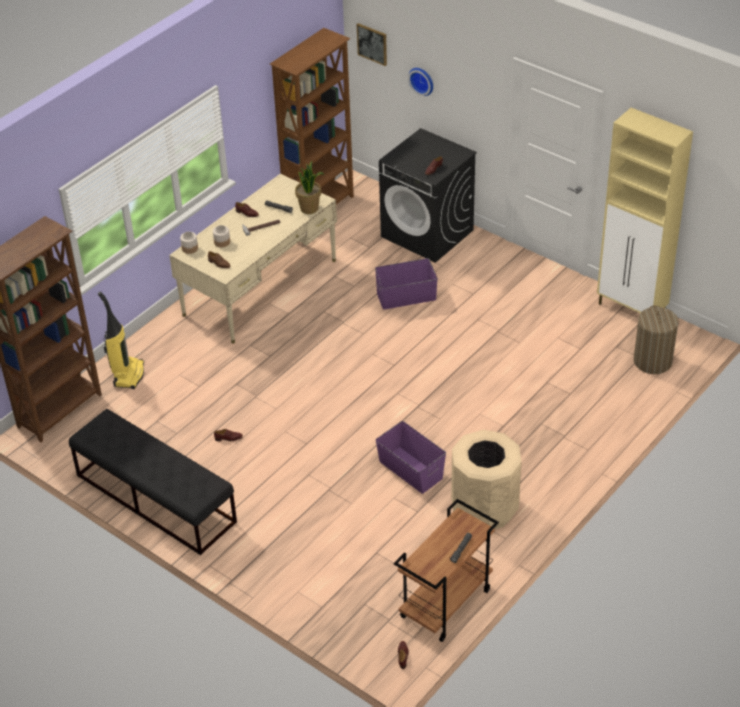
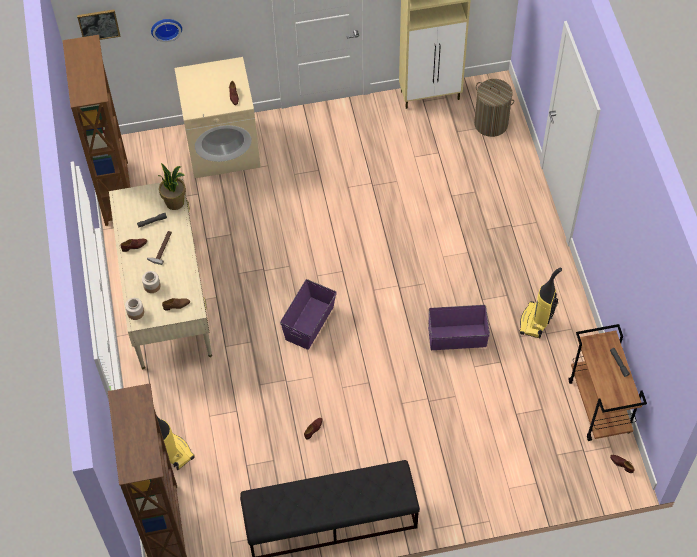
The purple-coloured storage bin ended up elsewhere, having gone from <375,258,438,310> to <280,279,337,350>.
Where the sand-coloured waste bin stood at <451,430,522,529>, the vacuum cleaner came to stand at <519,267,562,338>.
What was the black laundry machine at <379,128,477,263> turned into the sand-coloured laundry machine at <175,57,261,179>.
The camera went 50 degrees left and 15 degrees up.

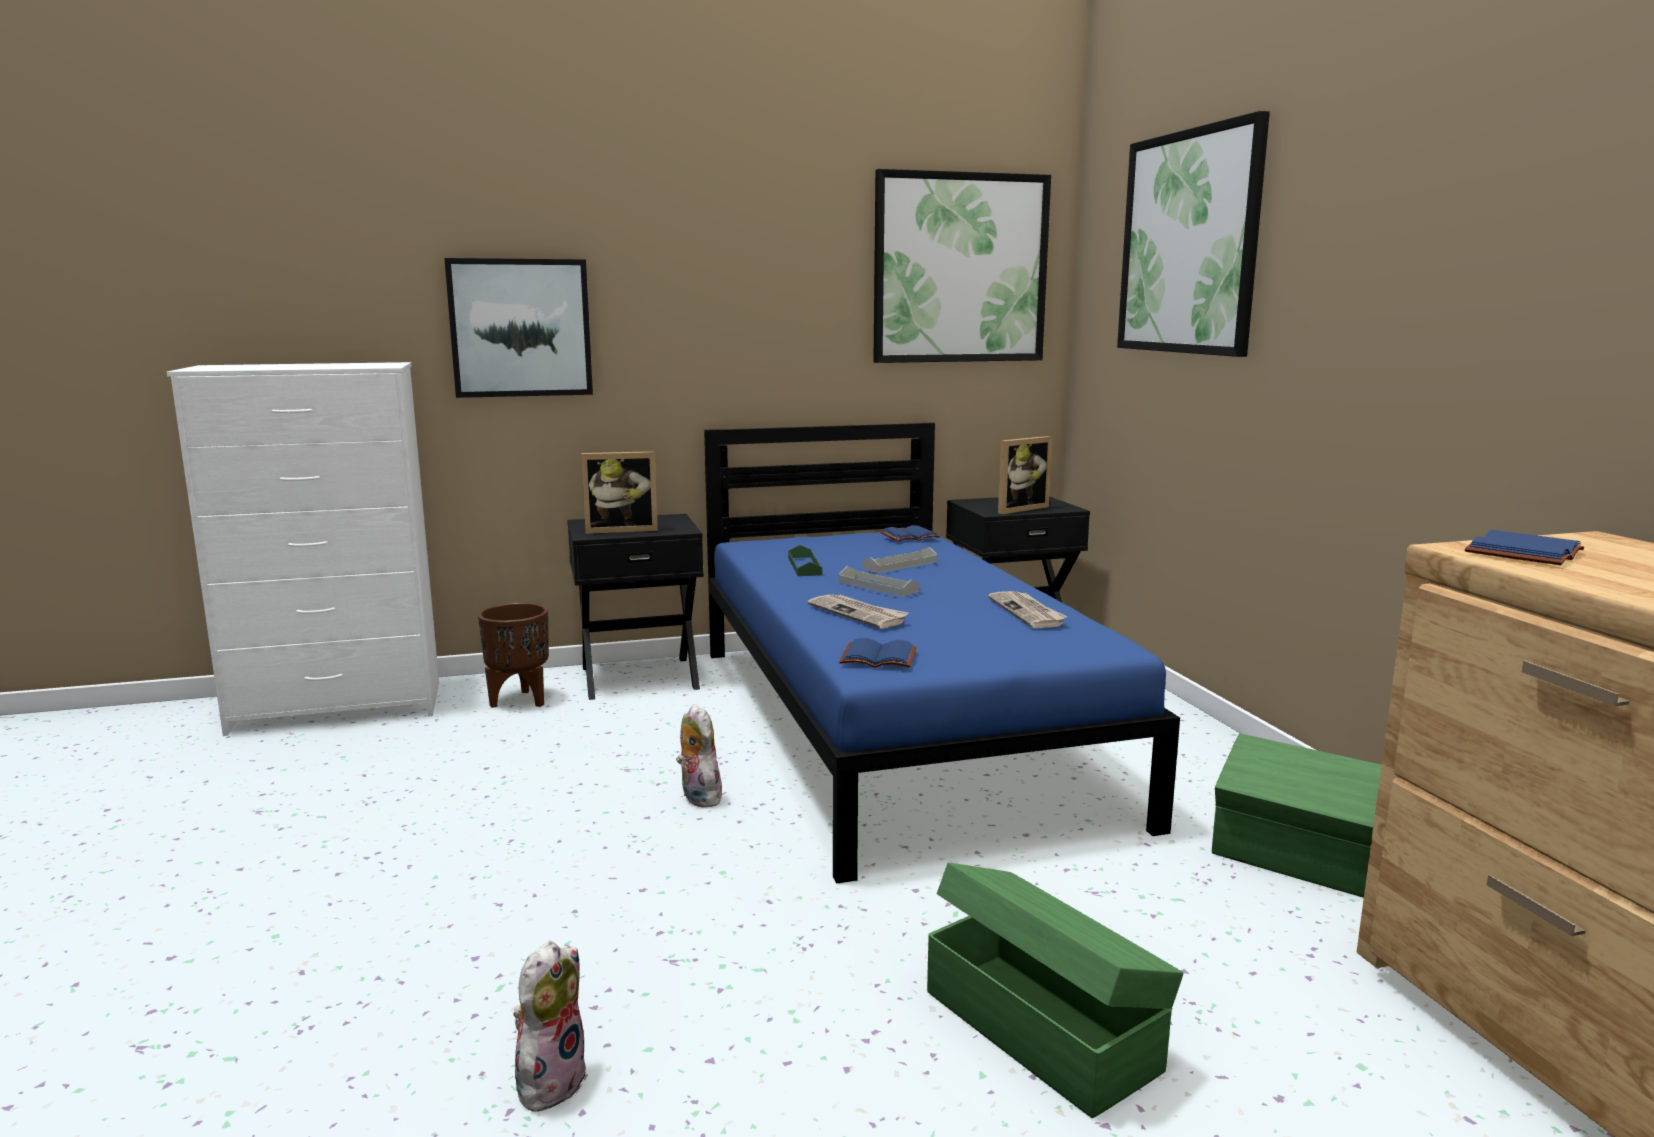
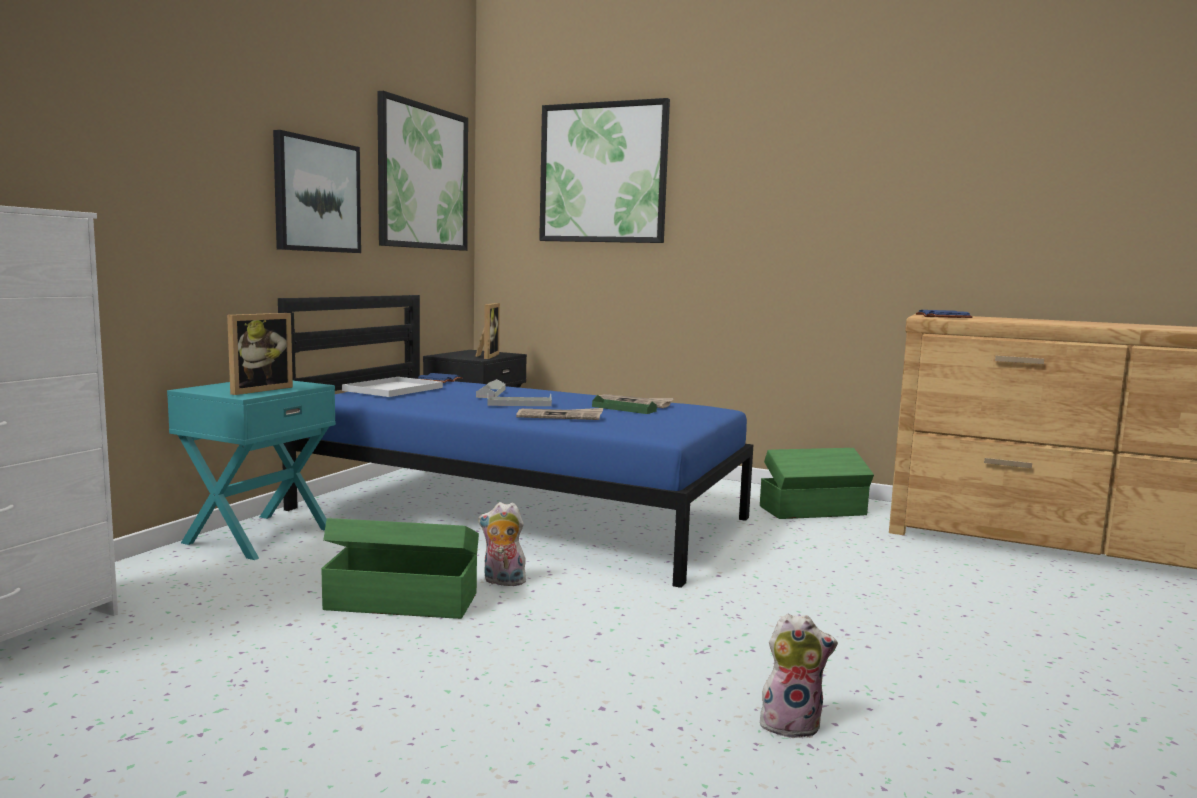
The second view lost the brownish planter at <478,603,549,708>.
The second view lost the bluish book at <839,638,917,668>.
The second view gained the whitish serving tray at <342,377,443,397>.
The picture ended up elsewhere, having gone from <444,258,593,398> to <273,130,361,253>.
The green serving tray ended up elsewhere, having gone from <788,545,822,576> to <592,395,657,414>.
The green storage bin ended up elsewhere, having gone from <927,863,1183,1118> to <321,518,479,619>.
What was the black bedside table at <567,514,704,700> turned into the blue-green bedside table at <167,381,336,560>.
The cuddly toy at <513,941,588,1112> ended up facing another way, 120 degrees clockwise from before.
The camera went 50 degrees left and 5 degrees down.

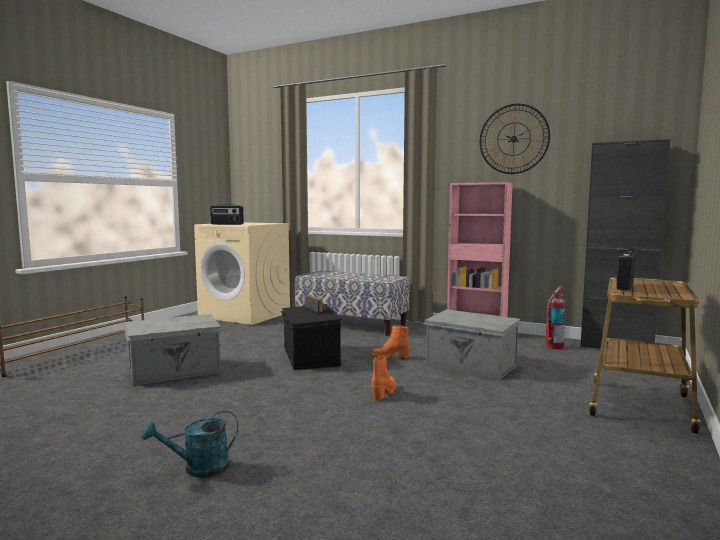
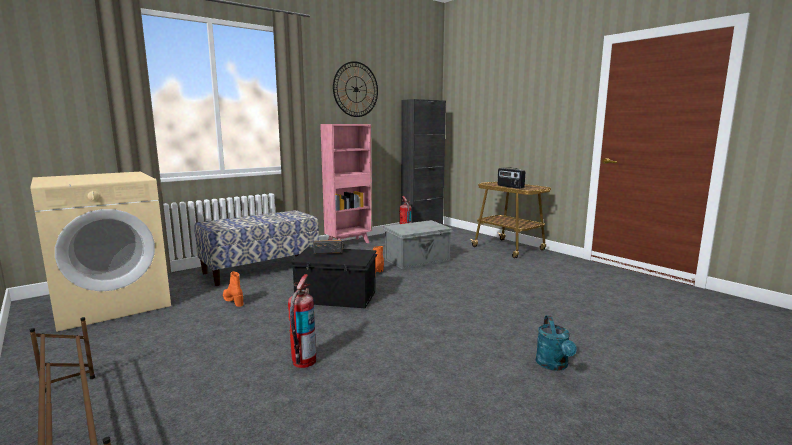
The second view lost the radio receiver at <210,204,244,225>.
The orange boot ended up elsewhere, having gone from <371,355,396,400> to <223,271,243,307>.
Where the grey storage bin stood at <124,314,223,386>, the fire-fighting cylinder came to stand at <288,274,316,368>.
The camera went 65 degrees left and 5 degrees up.

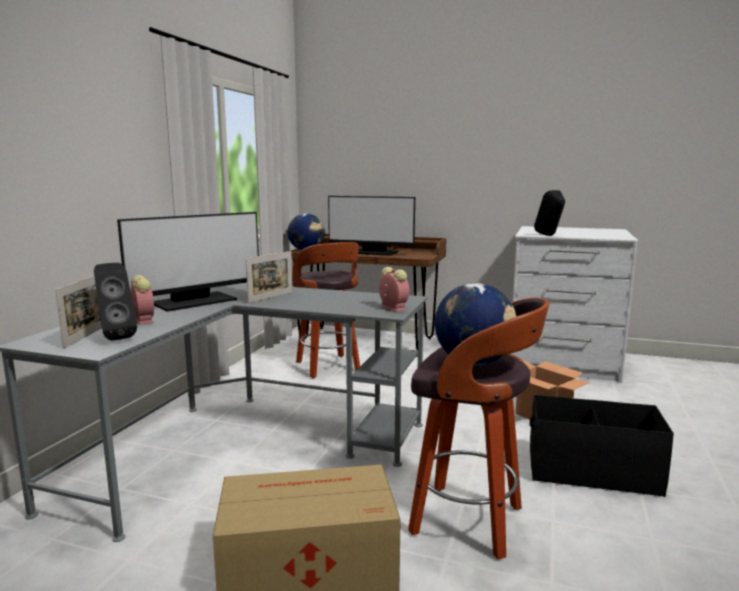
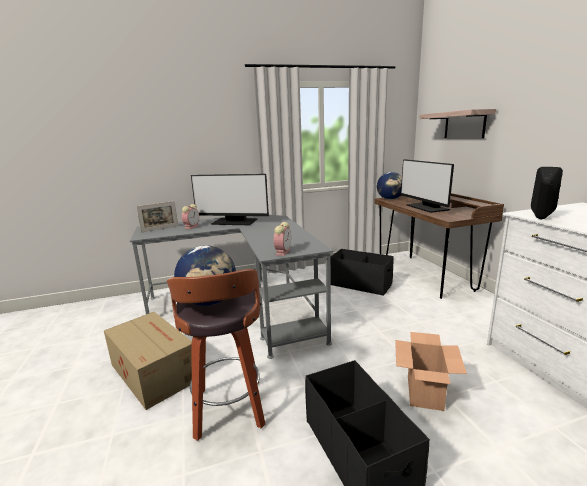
The second view lost the black audio speaker at <94,263,137,341>.
The second view lost the picture frame at <246,251,293,303>.
The second view gained the shelf at <420,109,496,138>.
Where the sitting stool stood at <292,242,360,378>, the black storage bin came to stand at <330,249,394,296>.
The camera went 55 degrees right and 5 degrees up.

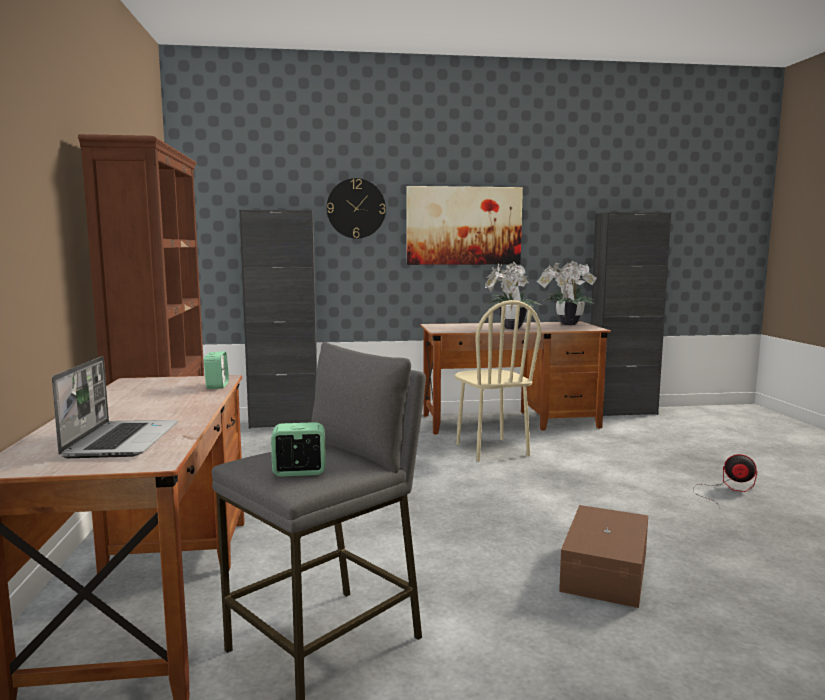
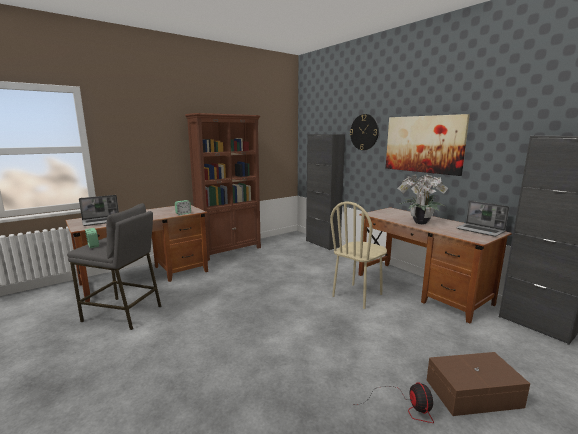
The brownish storage bin ended up elsewhere, having gone from <559,505,648,608> to <427,352,530,416>.
Where the potted plant stood at <537,261,597,325>, the portable computer came to stand at <456,201,509,237>.
The camera went 60 degrees right and 5 degrees up.

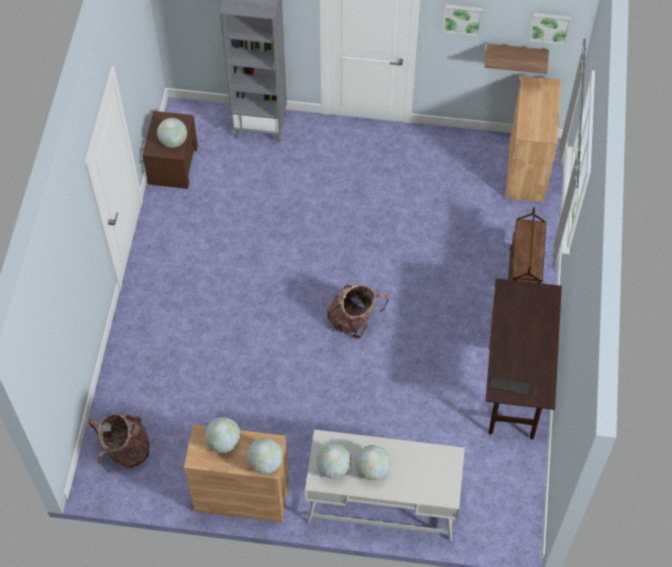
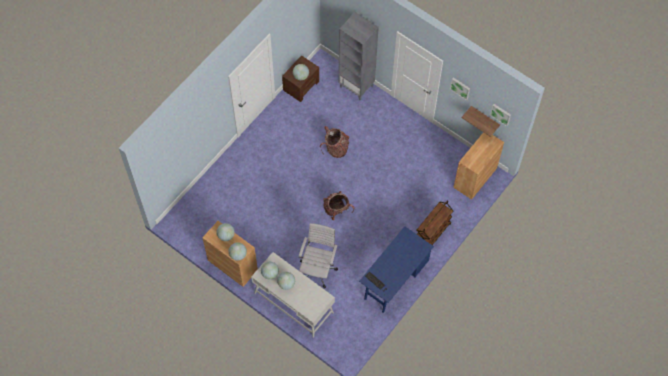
The second view gained the whitish office chair at <299,223,338,288>.
The knapsack ended up elsewhere, having gone from <88,413,150,473> to <320,126,349,158>.
What was the brownish desk at <485,278,562,440> turned into the bluish desk at <359,226,434,313>.
The camera went 30 degrees right and 5 degrees up.

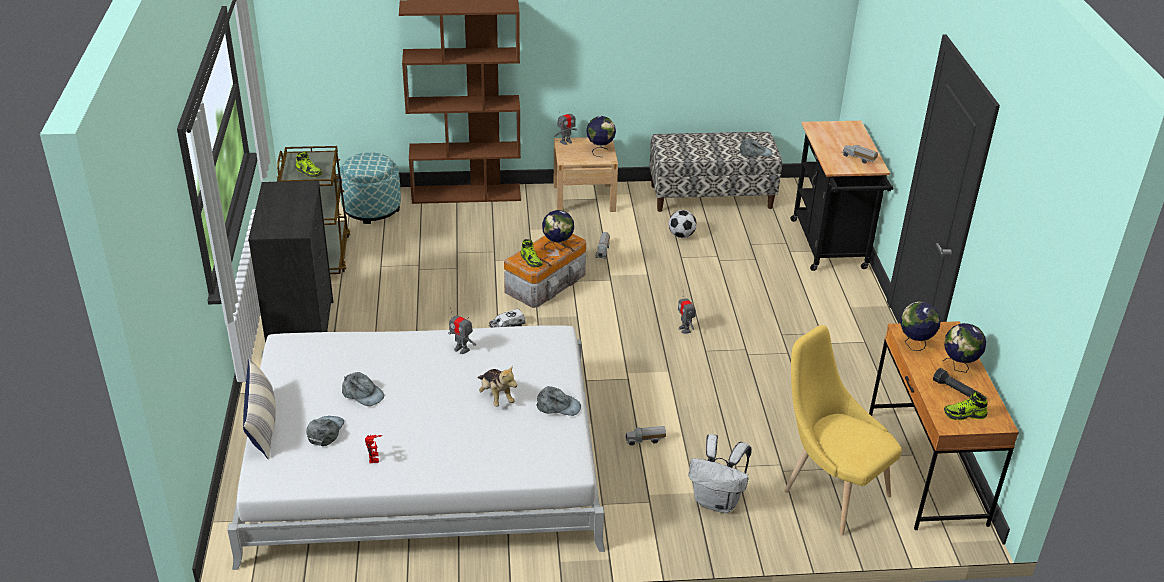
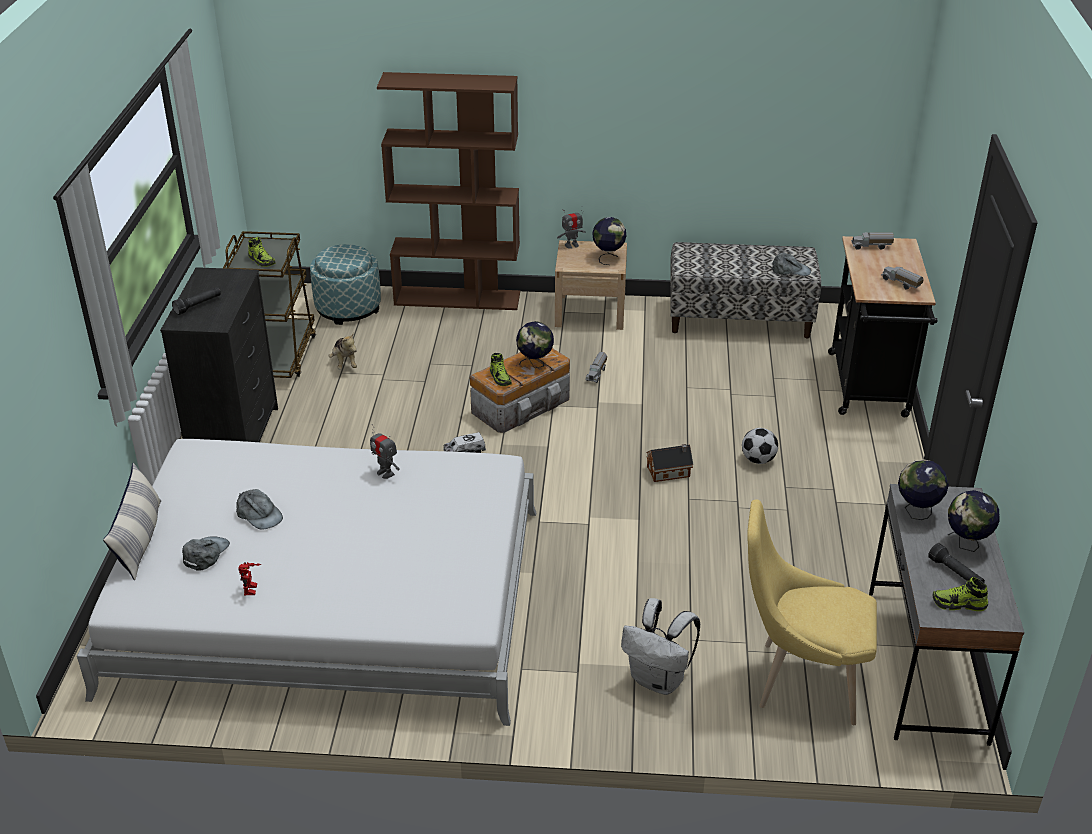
The second view lost the grey peaked cap at <536,386,581,416>.
The second view gained the black hand torch at <172,287,221,315>.
The cuddly toy ended up elsewhere, having gone from <478,365,517,407> to <328,332,357,370>.
The model truck ended up elsewhere, having gone from <625,426,666,446> to <851,232,894,250>.
The ball for football ended up elsewhere, having gone from <669,210,697,238> to <742,428,778,464>.
Where the toy robot stood at <678,290,696,334>, the model house came to stand at <646,444,693,482>.
What was the brownish desk at <869,321,1019,530> turned into the grey desk at <869,484,1024,746>.
The yellow-coloured plain chair at <784,325,902,536> ended up facing another way, 45 degrees counterclockwise from before.
The camera went 10 degrees right and 0 degrees up.

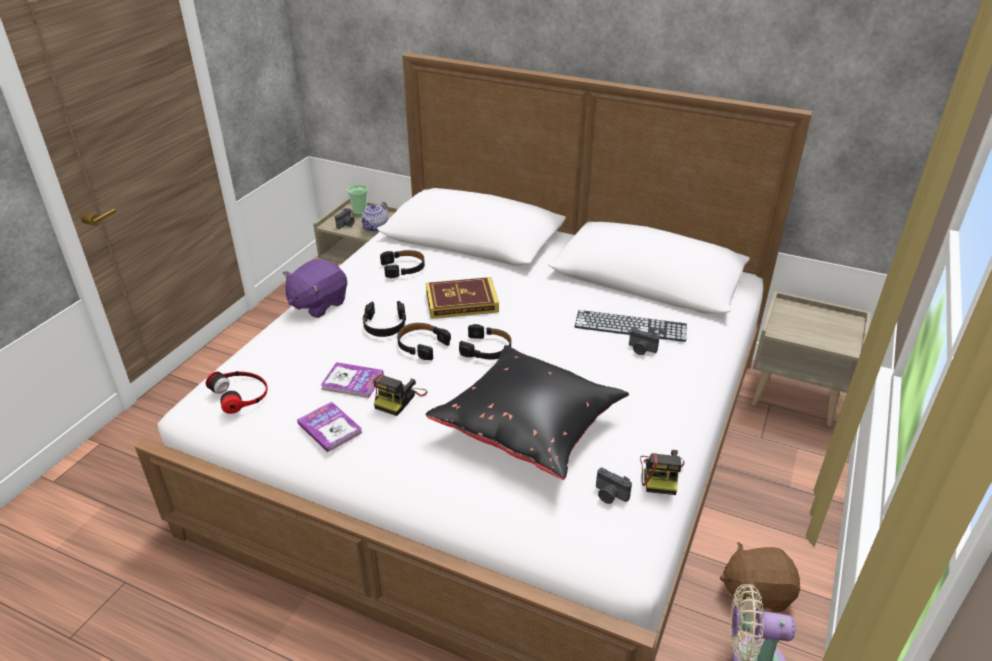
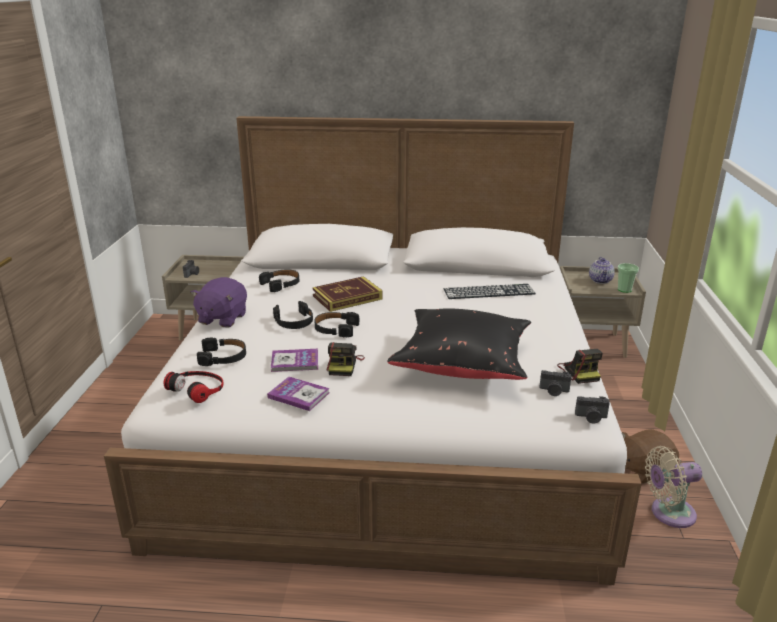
The drinking cup ended up elsewhere, having gone from <347,184,368,215> to <618,263,639,293>.
The pot for tea ended up elsewhere, having gone from <360,202,388,232> to <589,257,615,284>.
The black pair of headphones ended up elsewhere, having gone from <459,324,511,360> to <197,338,246,366>.
The still camera ended up elsewhere, having gone from <629,328,660,355> to <575,396,610,424>.
The camera went 20 degrees left and 10 degrees down.

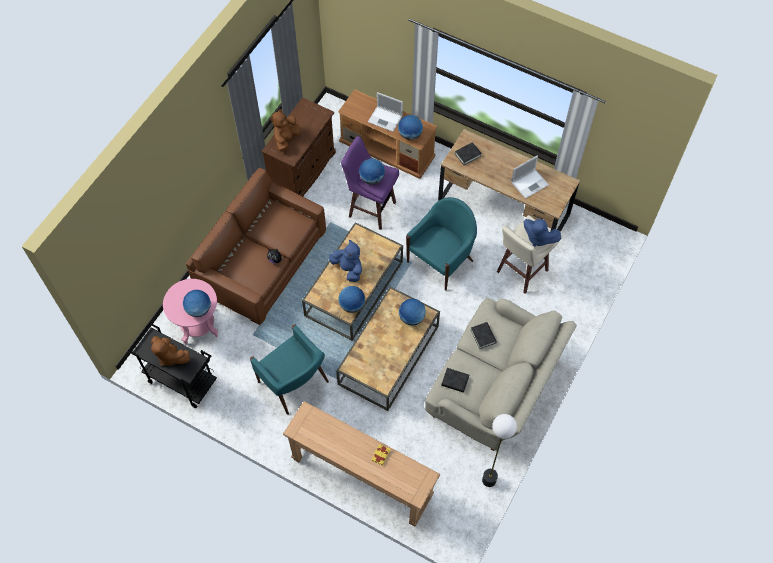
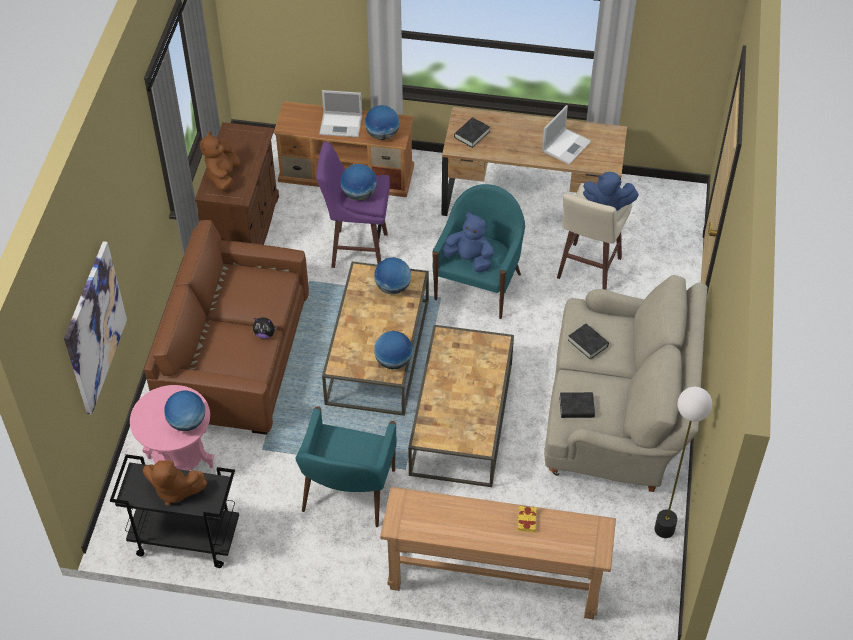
The second view gained the picture at <64,241,127,415>.
The bluish cuddly toy ended up elsewhere, having gone from <329,240,362,282> to <442,212,494,272>.
The globe ended up elsewhere, having gone from <399,298,426,326> to <374,257,411,294>.
The blue-green lounge chair at <250,324,329,415> ended up facing another way, 75 degrees clockwise from before.
The camera went 20 degrees left and 10 degrees down.

